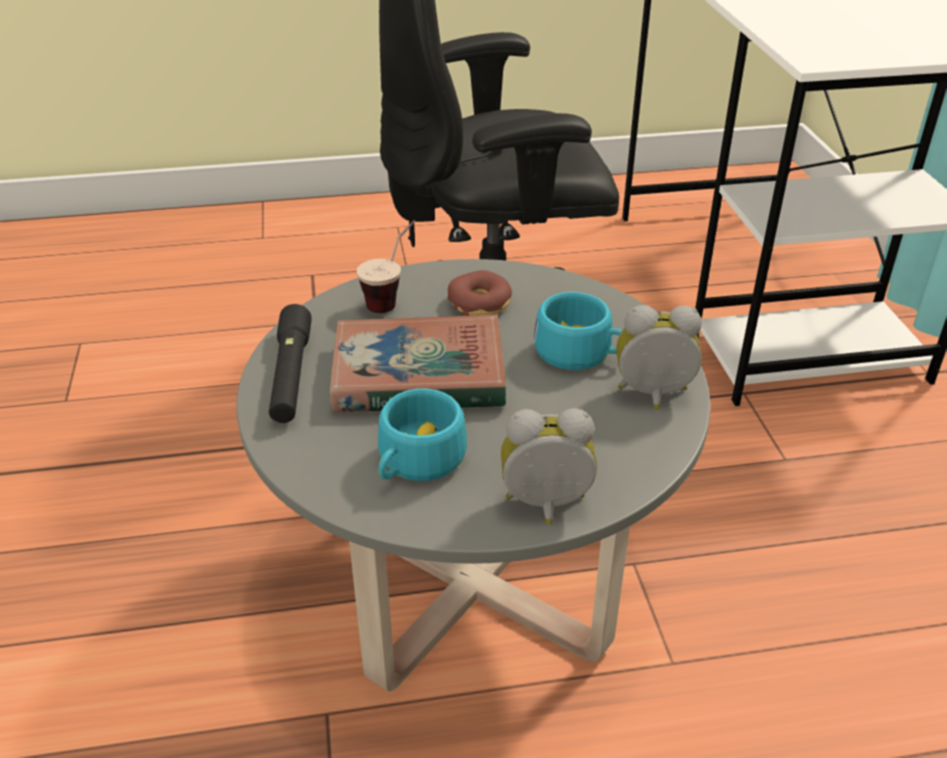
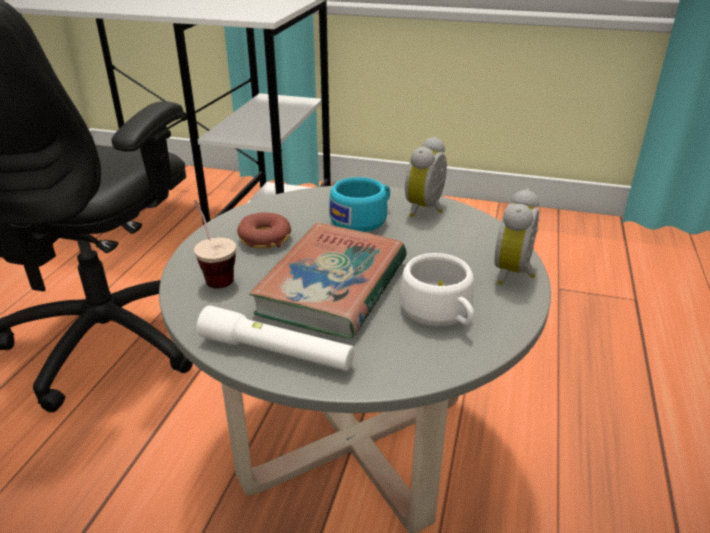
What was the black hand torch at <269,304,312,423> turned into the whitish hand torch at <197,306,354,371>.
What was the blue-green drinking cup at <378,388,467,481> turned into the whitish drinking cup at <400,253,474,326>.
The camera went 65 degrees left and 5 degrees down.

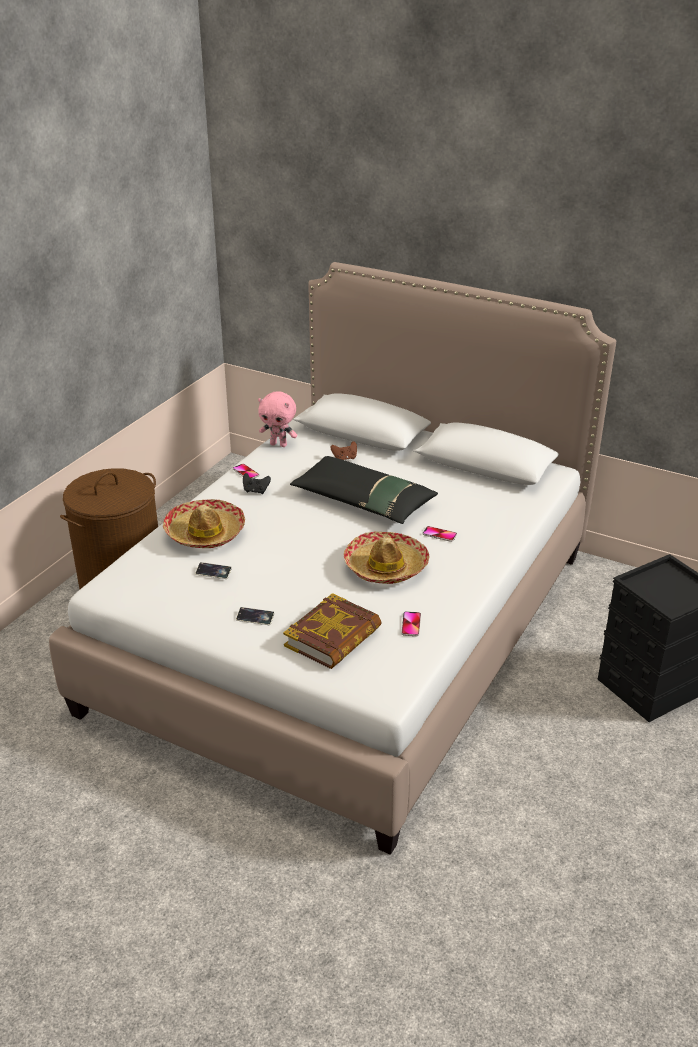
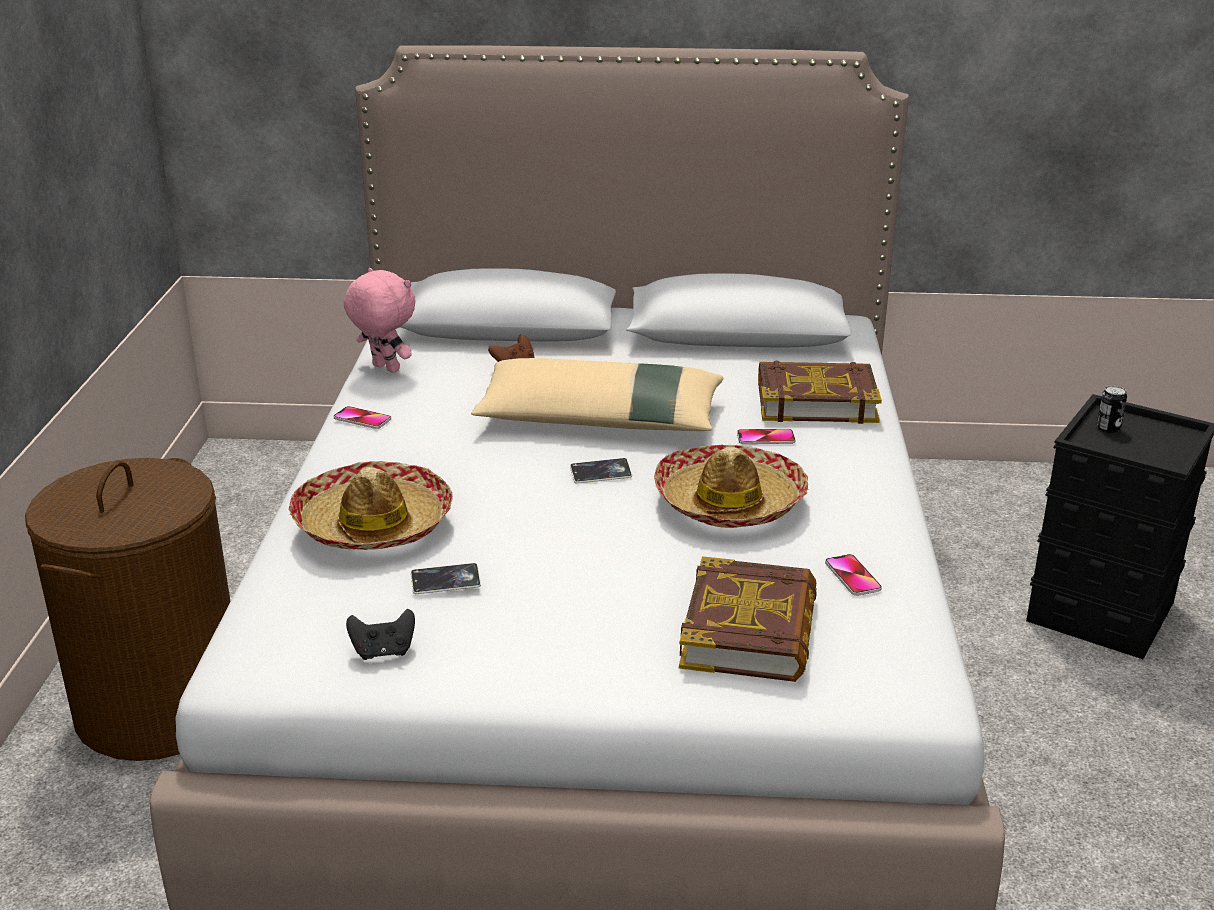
The second view gained the book at <758,360,882,424>.
The second view gained the metal can at <1097,385,1127,433>.
The phone ended up elsewhere, having gone from <236,607,274,625> to <570,458,632,484>.
The black game controller ended up elsewhere, having gone from <243,473,271,494> to <346,609,415,660>.
What was the black cushion at <290,456,438,524> turned into the sand-coloured cushion at <471,358,723,431>.
The pinkish cuddly toy at <258,391,297,447> ended up facing another way, 135 degrees counterclockwise from before.
The camera went 25 degrees left and 5 degrees down.

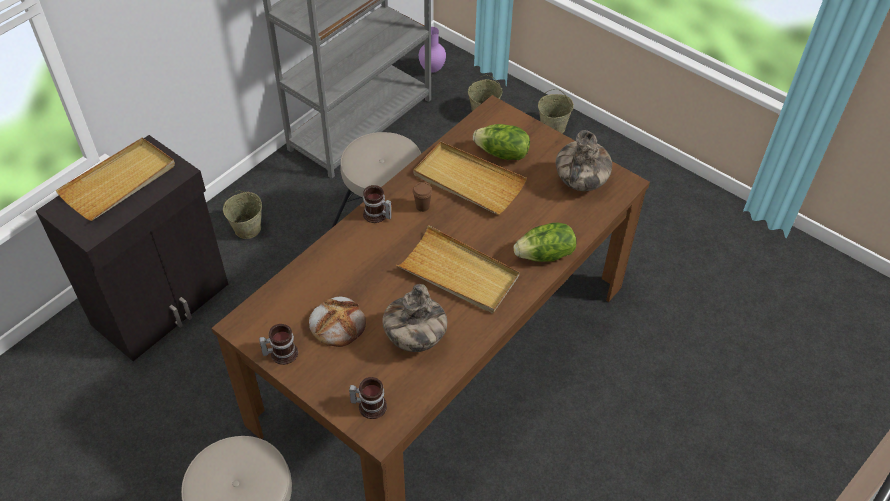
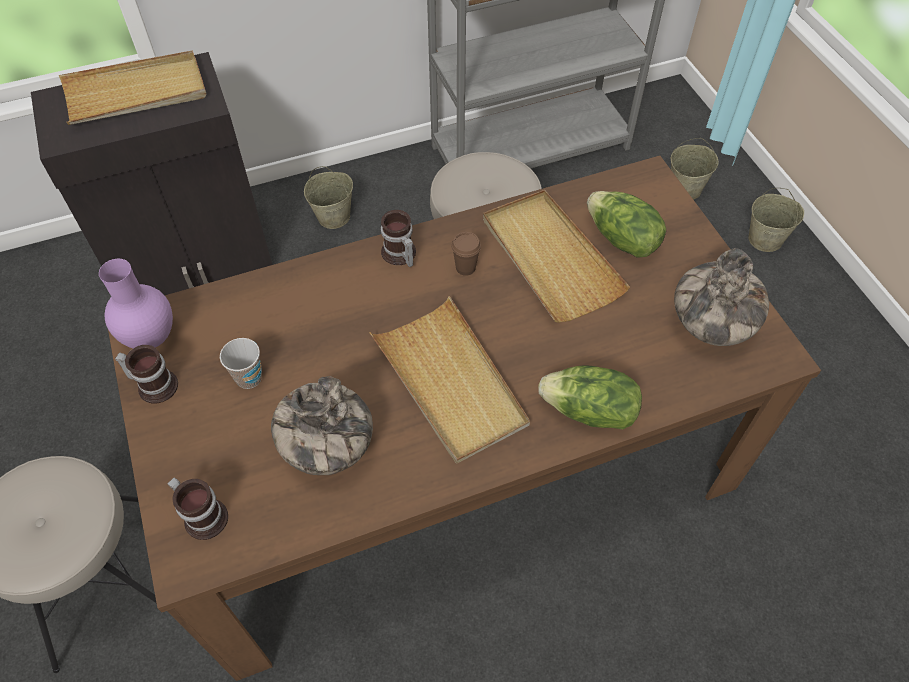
The purple-coloured vase ended up elsewhere, having gone from <419,27,446,73> to <99,259,173,348>.
Where the bakery bread stood at <309,297,366,347>, the drinking cup came to stand at <220,338,262,389>.
The camera went 30 degrees right and 5 degrees up.

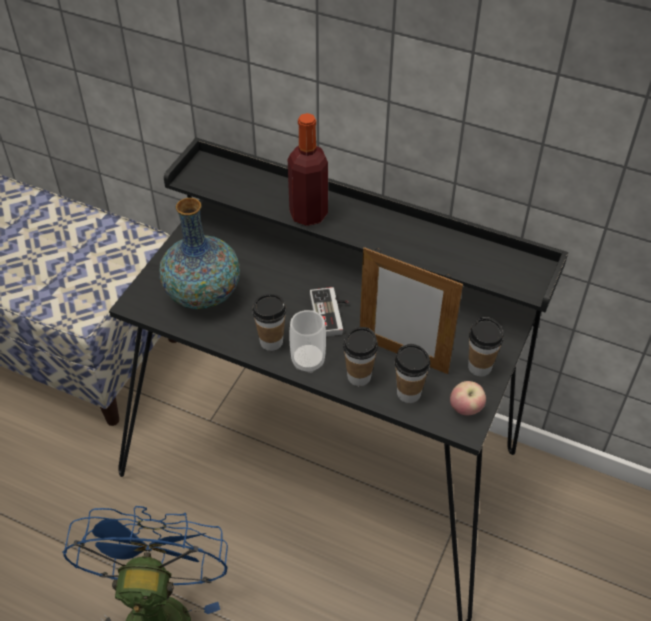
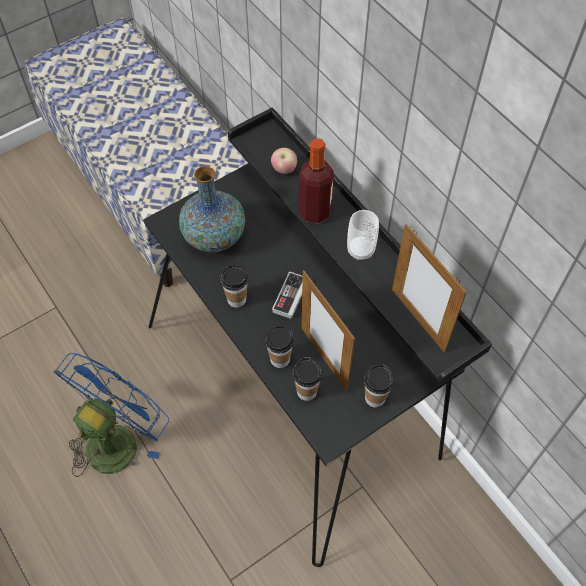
The second view gained the picture frame at <392,224,467,353>.
The drinking cup ended up elsewhere, having gone from <290,310,326,373> to <347,210,379,260>.
The apple fruit ended up elsewhere, having gone from <450,381,486,415> to <271,148,297,174>.
The camera went 30 degrees right and 10 degrees up.

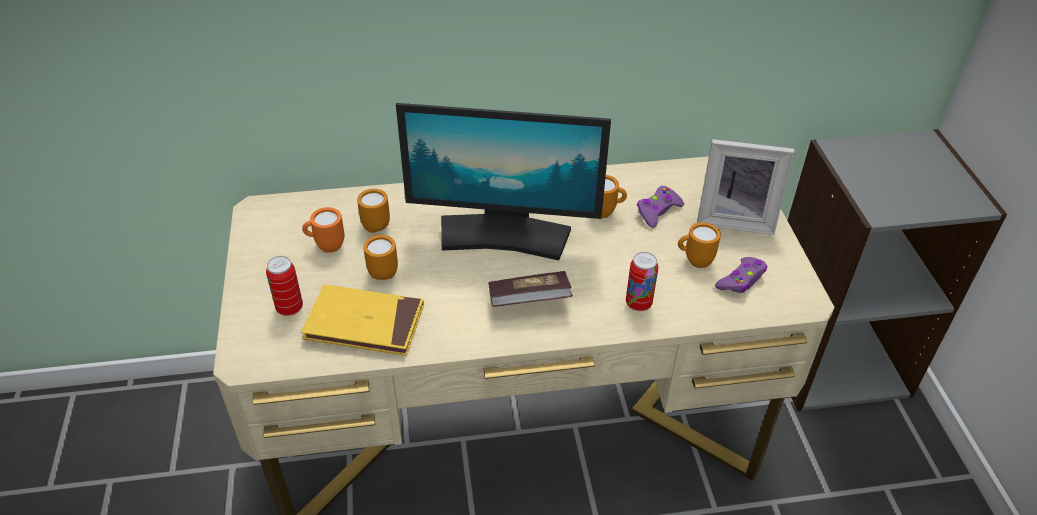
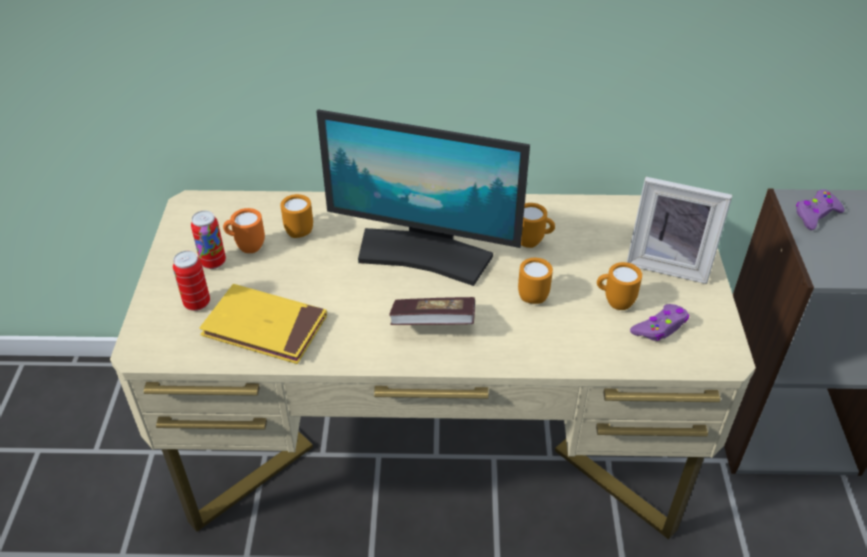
The orange coffee mug ended up elsewhere, having gone from <363,235,398,280> to <518,258,553,304>.
The metal can ended up elsewhere, having gone from <626,252,658,311> to <191,211,226,269>.
The purple-coloured game controller ended up elsewhere, having gone from <637,186,684,228> to <796,189,845,230>.
The camera went 10 degrees right and 0 degrees up.

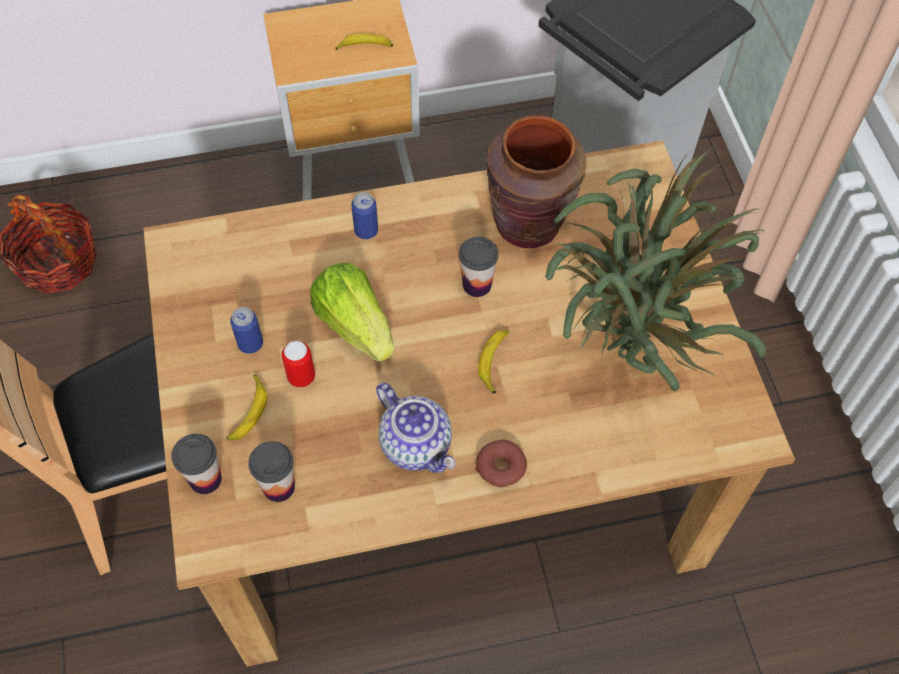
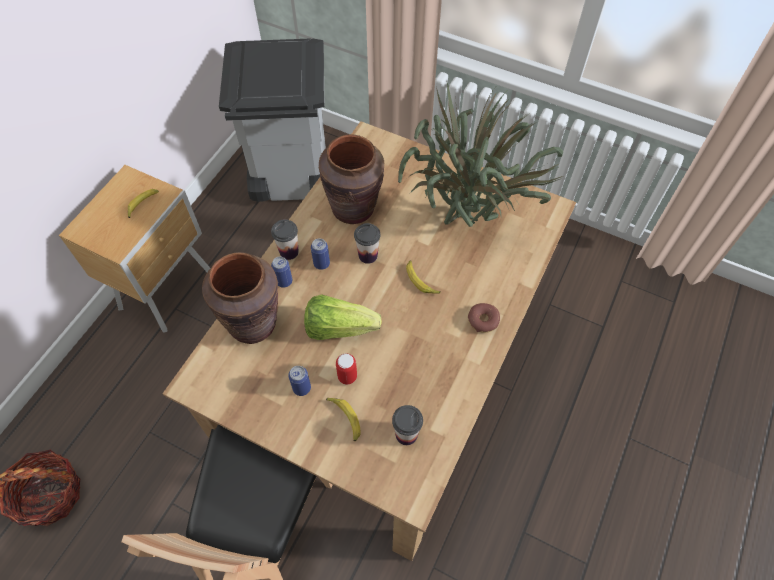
The second view lost the pot for tea at <376,383,455,473>.
The second view gained the brownish vase at <202,252,278,344>.
The second view gained the metal can at <311,238,330,270>.
The drinking cup ended up elsewhere, having gone from <171,434,222,494> to <271,219,299,260>.
The camera went 50 degrees left and 0 degrees up.

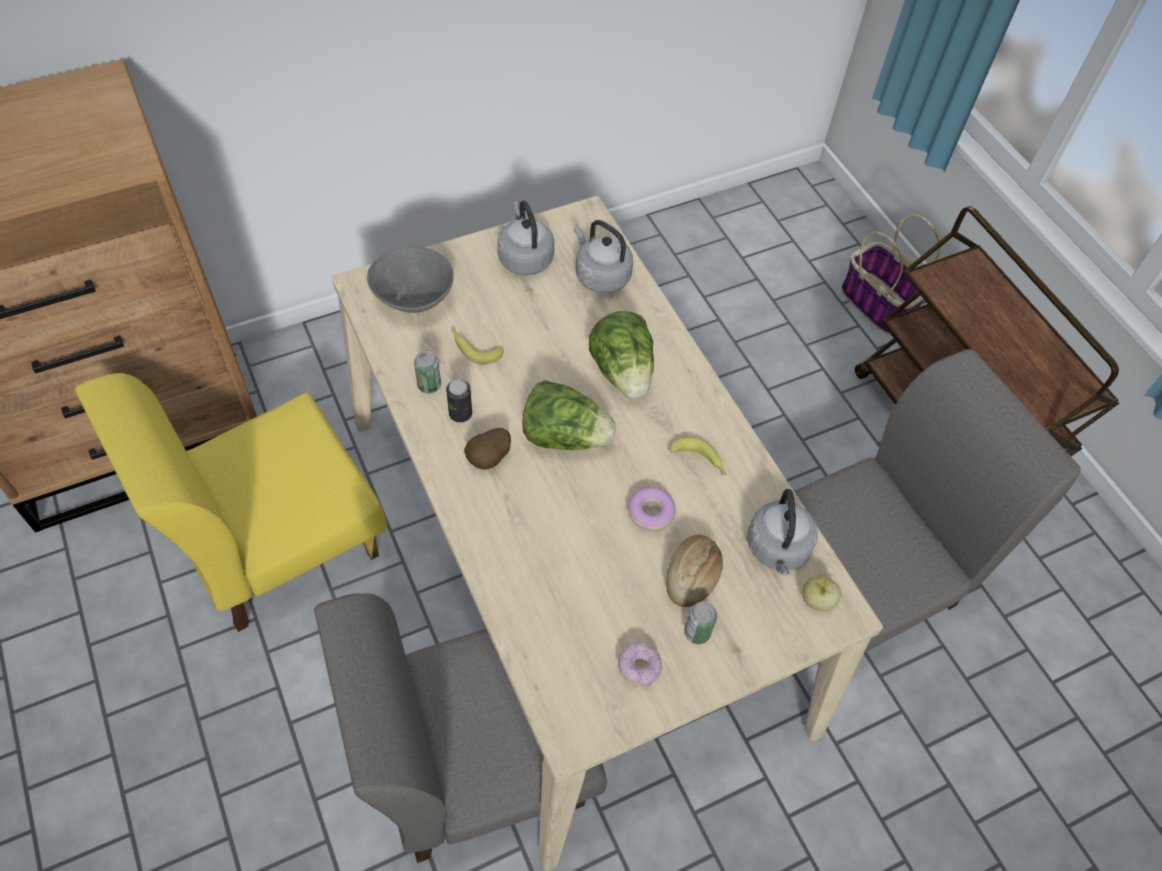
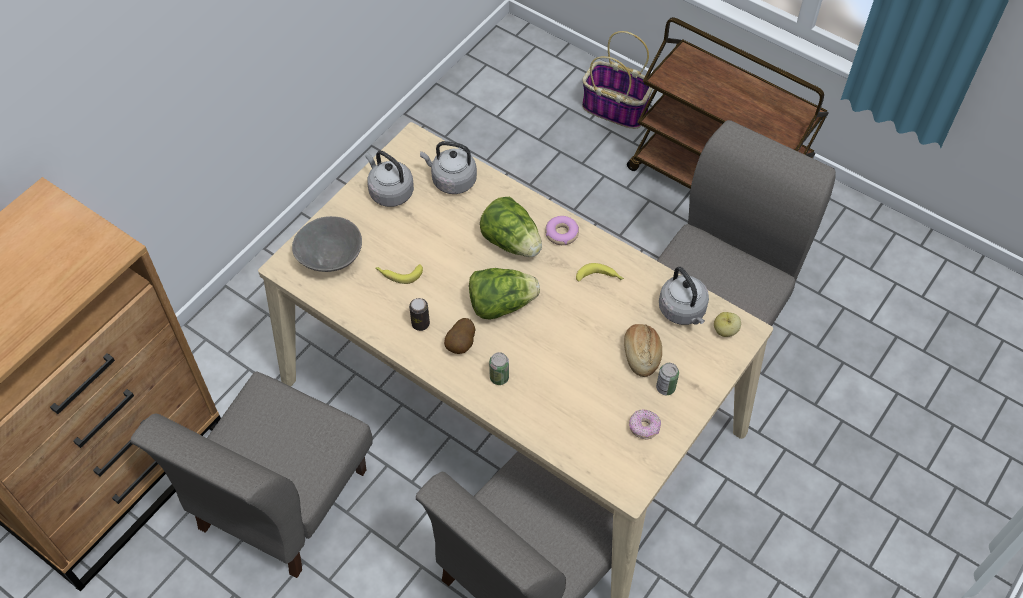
The metal can ended up elsewhere, having gone from <414,351,441,394> to <489,352,509,385>.
The ring doughnut ended up elsewhere, having gone from <627,487,676,531> to <545,216,579,245>.
What was the yellow-coloured plain chair at <75,373,387,632> turned into the grey plain chair at <131,371,373,578>.
The camera went 25 degrees left and 0 degrees up.

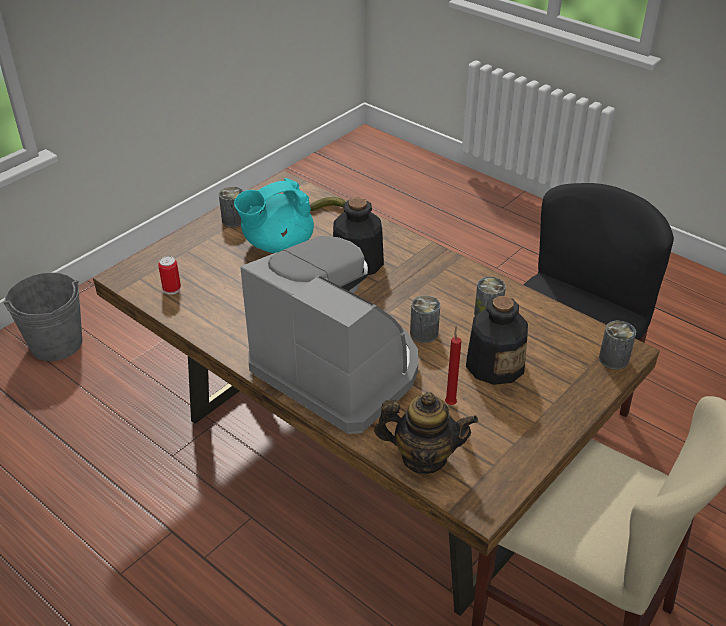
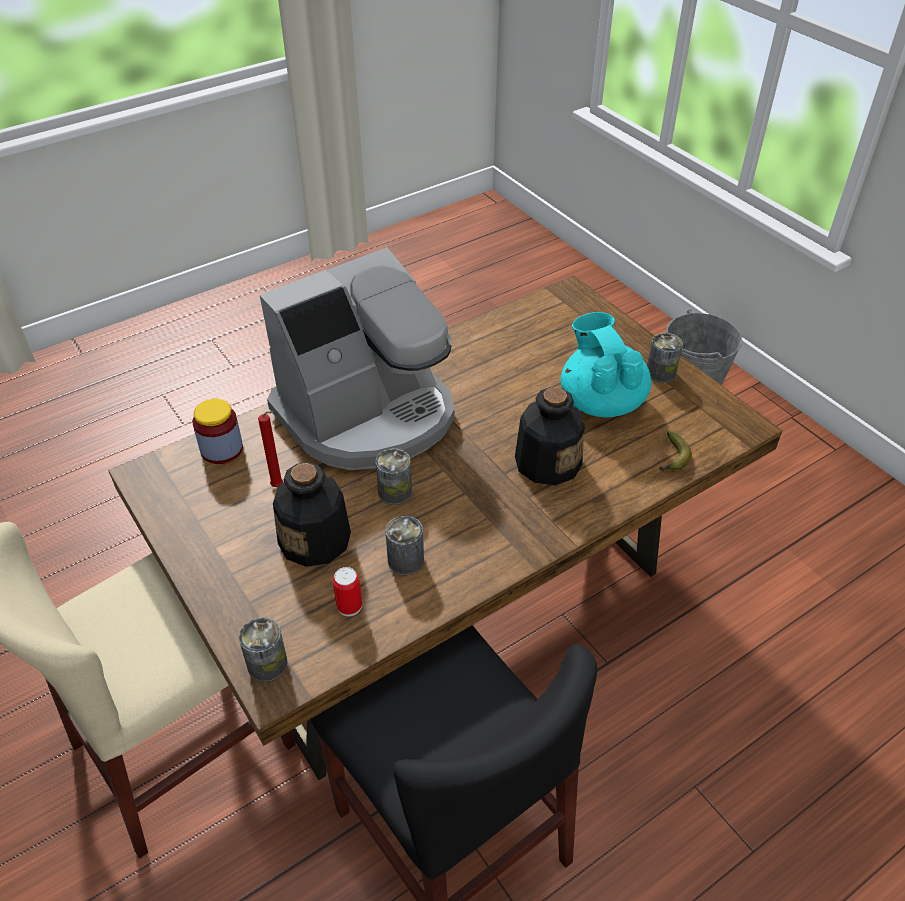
The metal can ended up elsewhere, having gone from <158,256,181,295> to <333,567,362,616>.
Where the pot for tea stood at <374,392,478,474>, the preserve jar came to stand at <192,399,243,464>.
The camera went 105 degrees right and 5 degrees up.

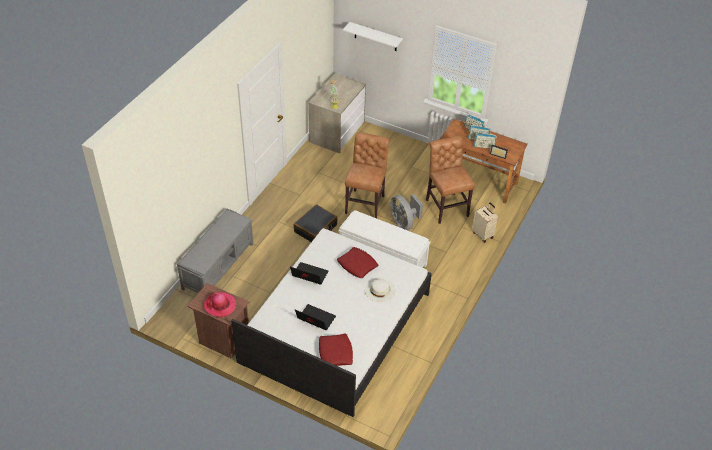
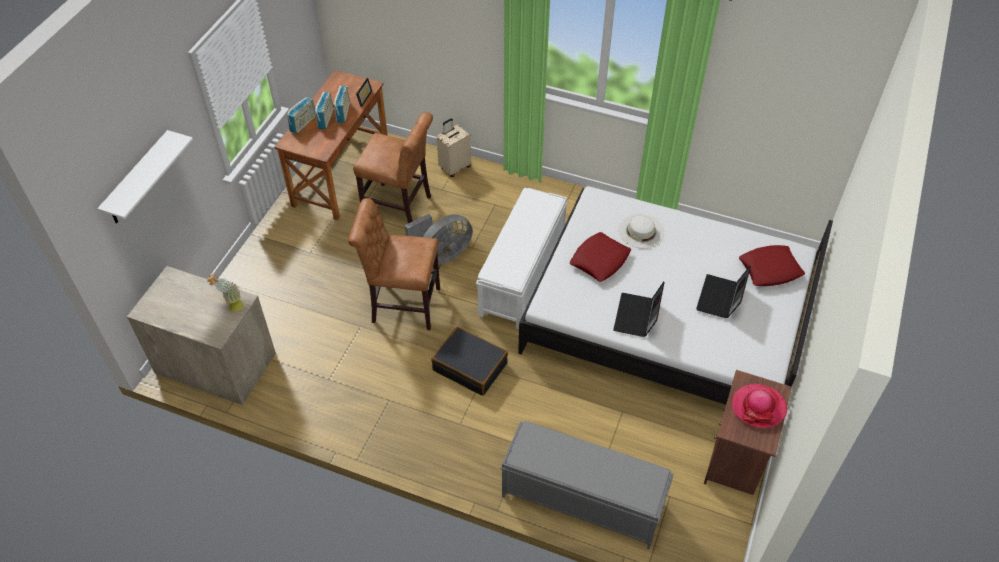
The brownish plain chair at <426,136,475,224> ended up facing another way, 135 degrees counterclockwise from before.
The camera went 95 degrees left and 5 degrees up.

